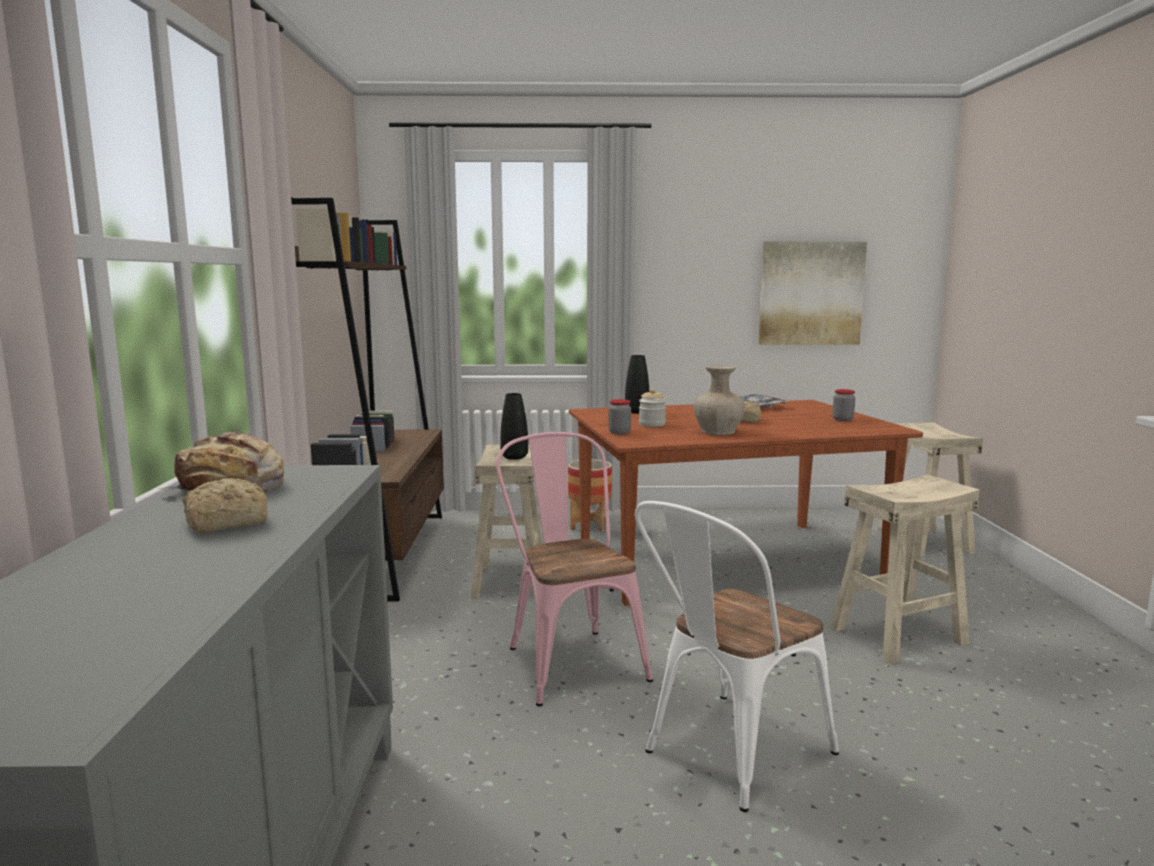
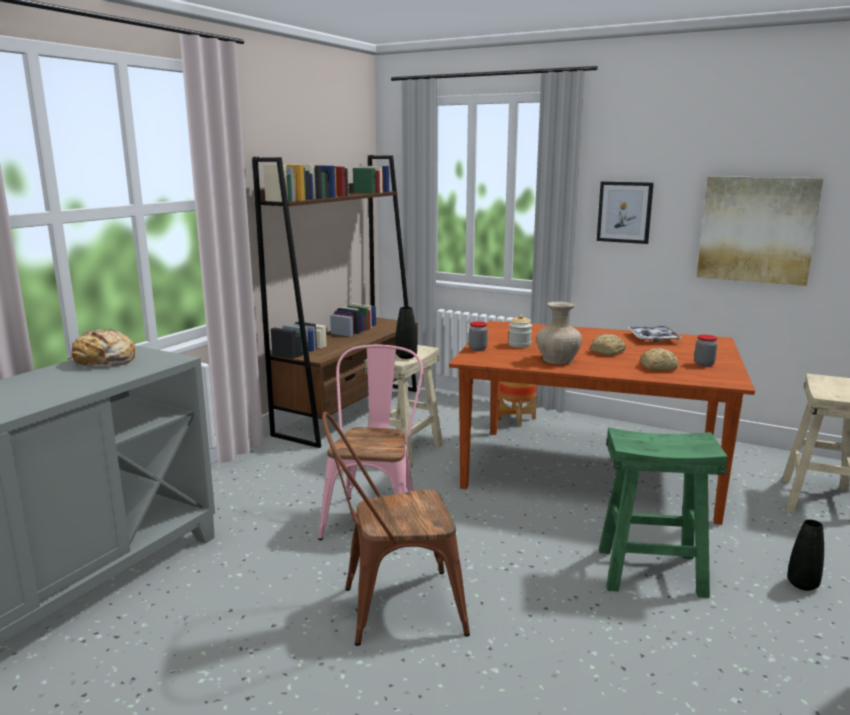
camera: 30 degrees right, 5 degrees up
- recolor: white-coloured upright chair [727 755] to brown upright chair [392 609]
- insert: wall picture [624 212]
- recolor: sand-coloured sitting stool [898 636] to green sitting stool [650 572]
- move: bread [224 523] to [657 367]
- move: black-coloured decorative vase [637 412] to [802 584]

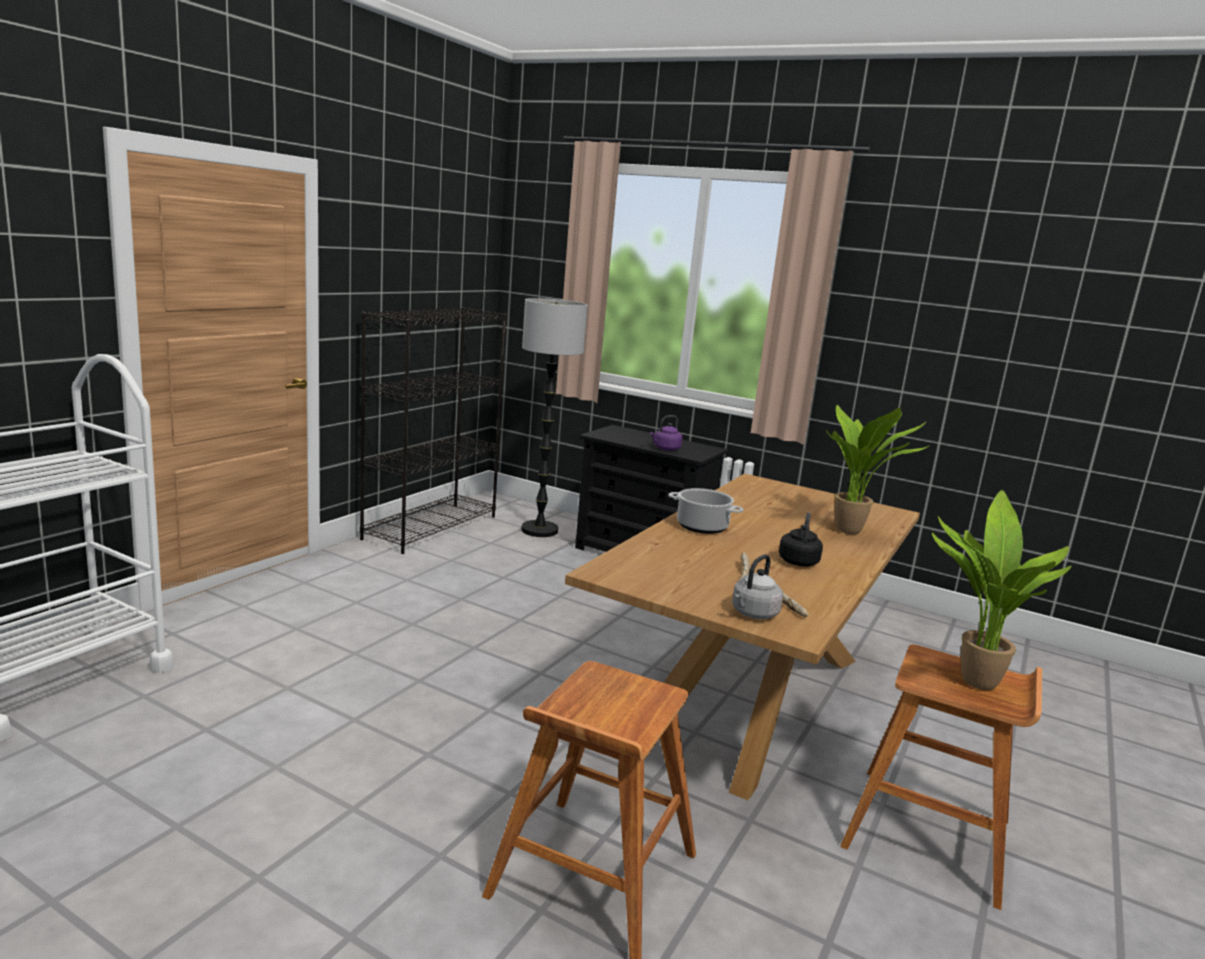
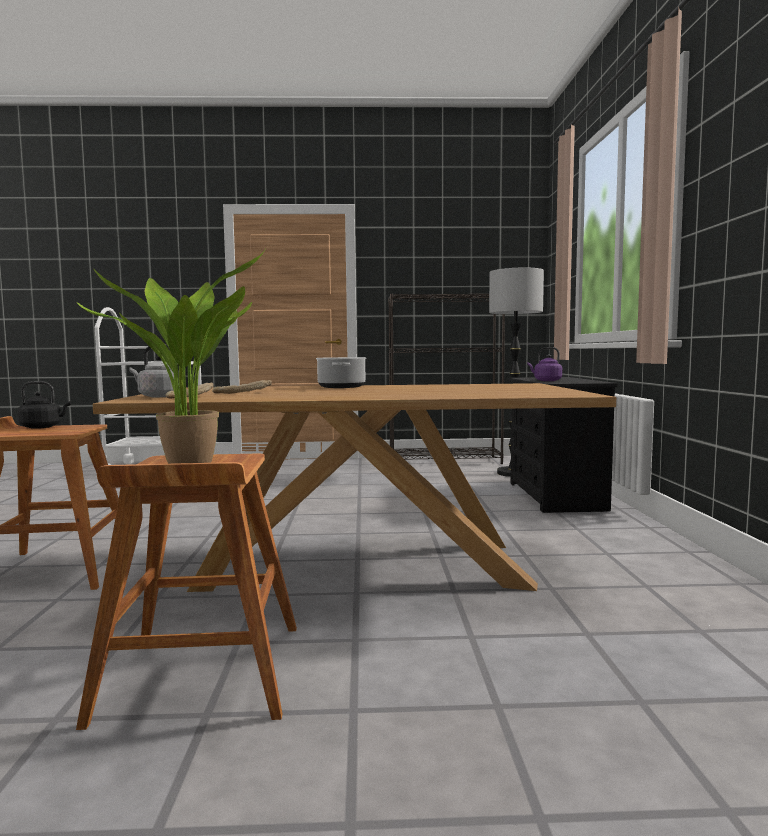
camera: 60 degrees right, 10 degrees down
- move: black-coloured water kettle [798 561] to [43 427]
- delete: potted plant [852 531]

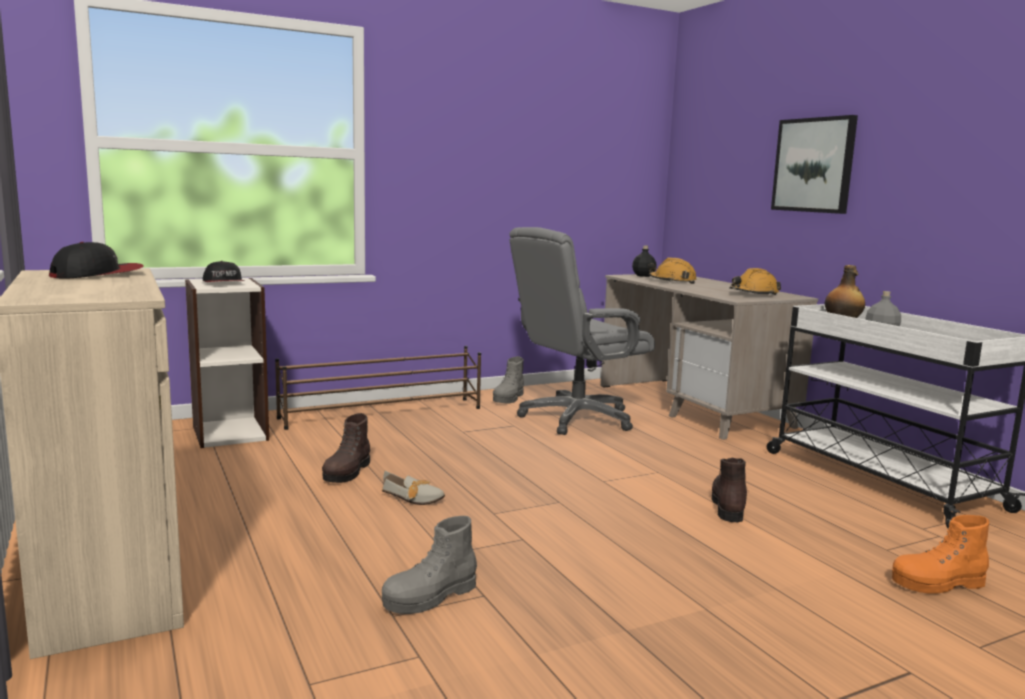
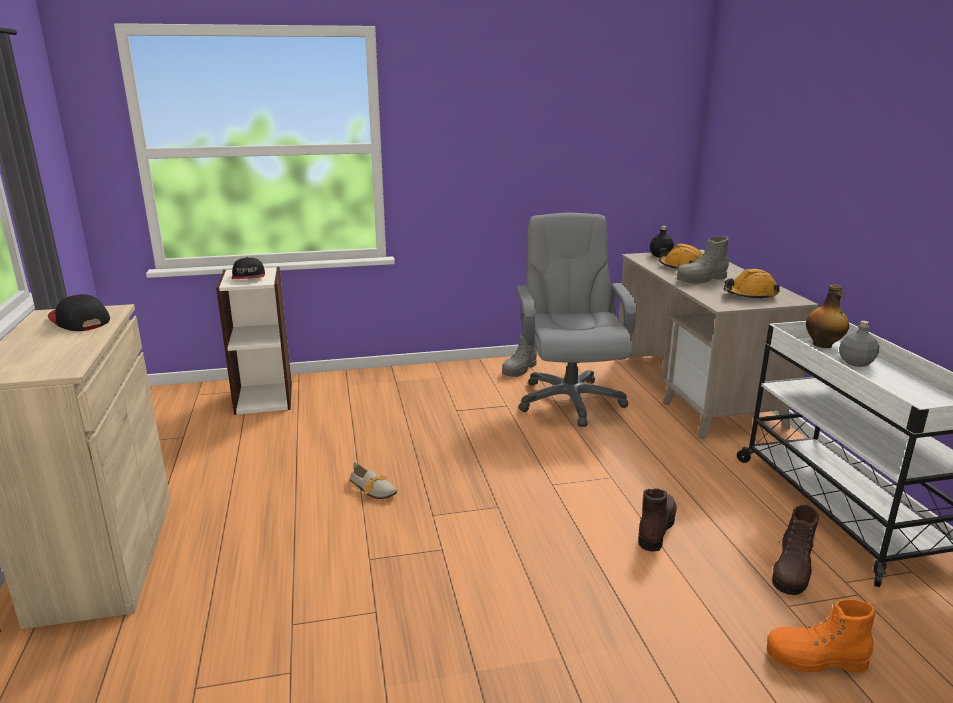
camera: 15 degrees right, 10 degrees up
- rotate: peaked cap [98 274] = [79 321] 105 degrees counterclockwise
- rotate: grey office chair [576 418] = [569 400] 105 degrees clockwise
- move: grey tall boot [430 597] to [701 279]
- move: brown tall boot [347 473] to [791 573]
- delete: brown shoe stand [383 413]
- delete: wall picture [814 165]

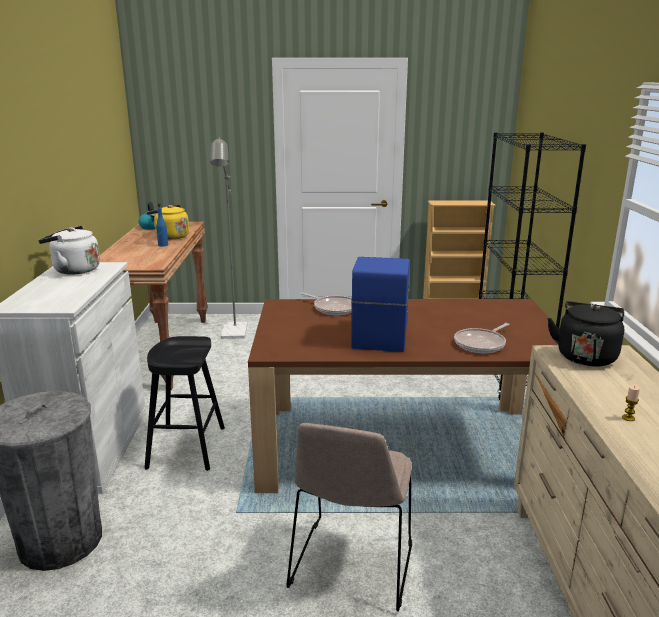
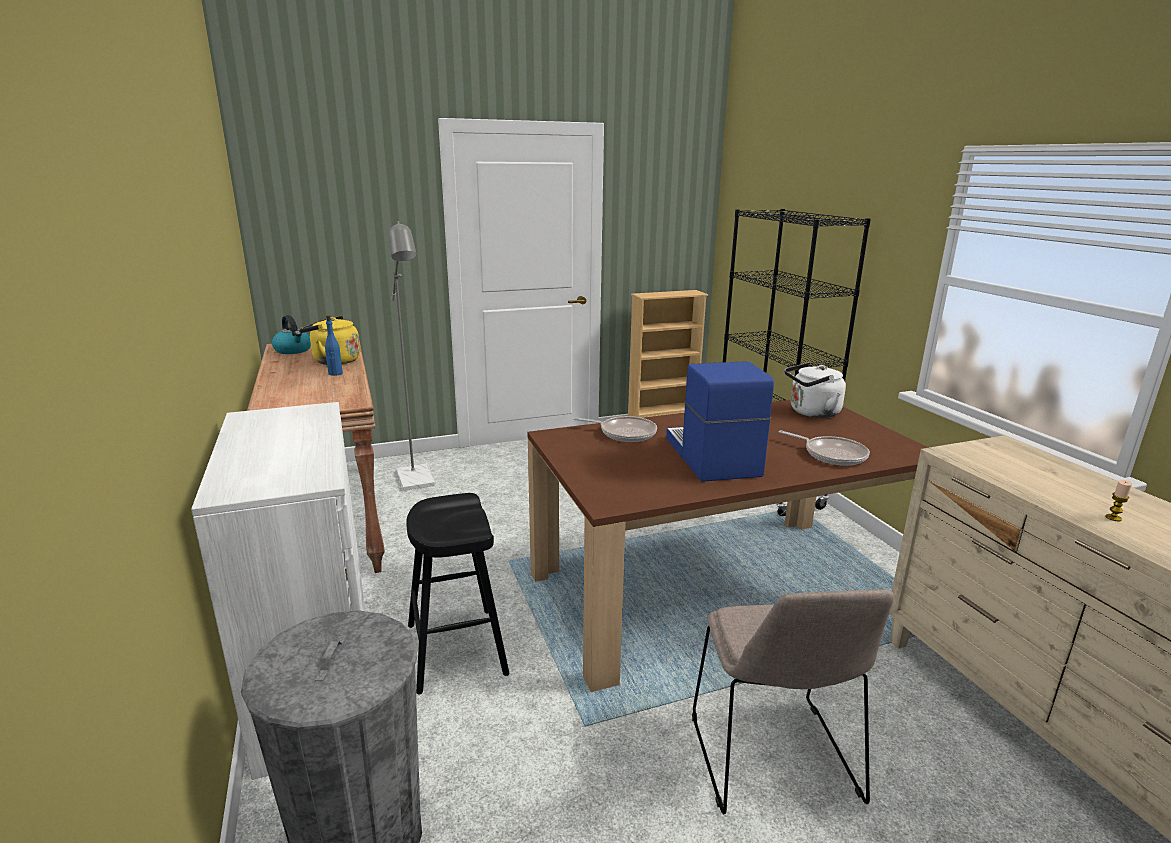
camera: 20 degrees left, 0 degrees up
- rotate: pan [481 344] = [831 454] 75 degrees counterclockwise
- move: white-coloured water kettle [74 270] to [811 413]
- delete: black-coloured water kettle [585 356]

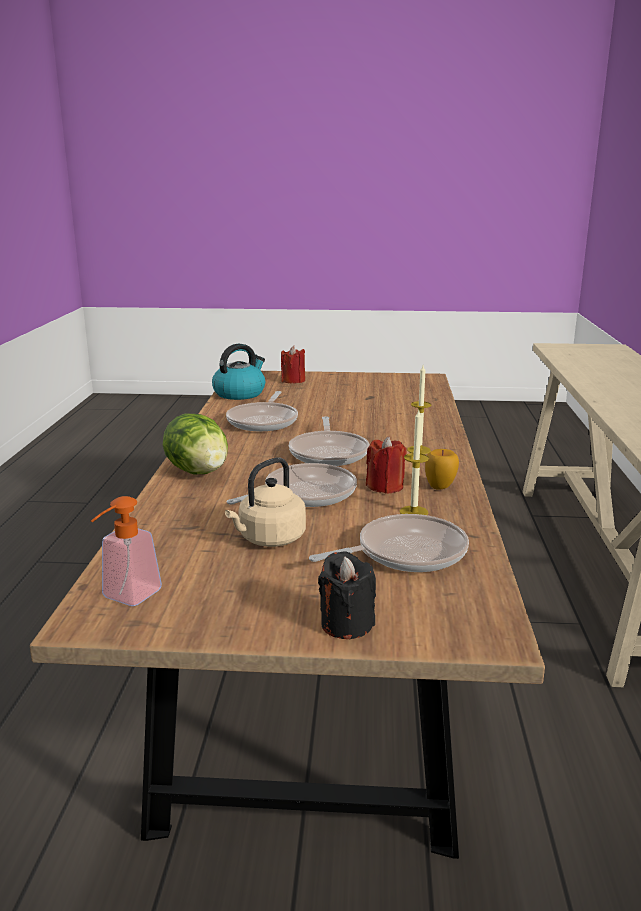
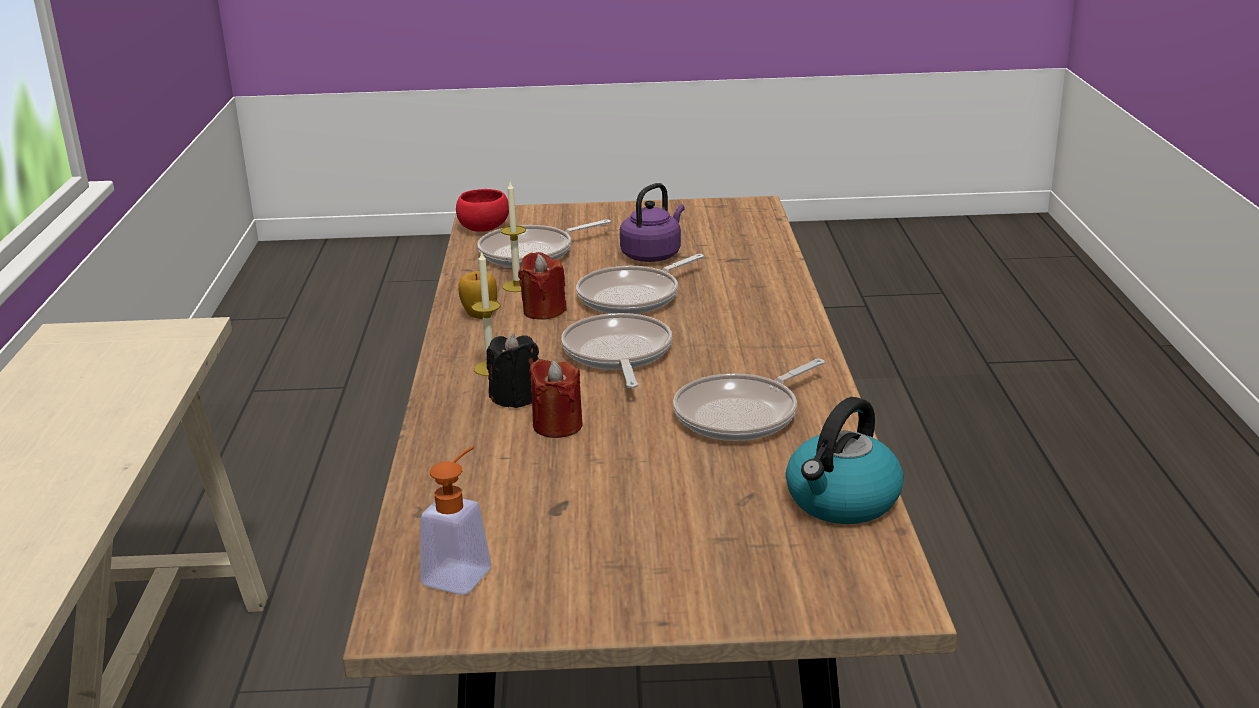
camera: 175 degrees right, 5 degrees up
- move: soap dispenser [125 598] to [463 571]
- insert: red-coloured bowl [485 228]
- move: black-coloured candle [346 624] to [515 397]
- move: red-coloured candle [293 381] to [557 426]
- recolor: sand-coloured water kettle [269 539] to purple-coloured water kettle [653 255]
- rotate: pan [264 421] = [742 414] 135 degrees counterclockwise
- delete: lettuce [198 472]

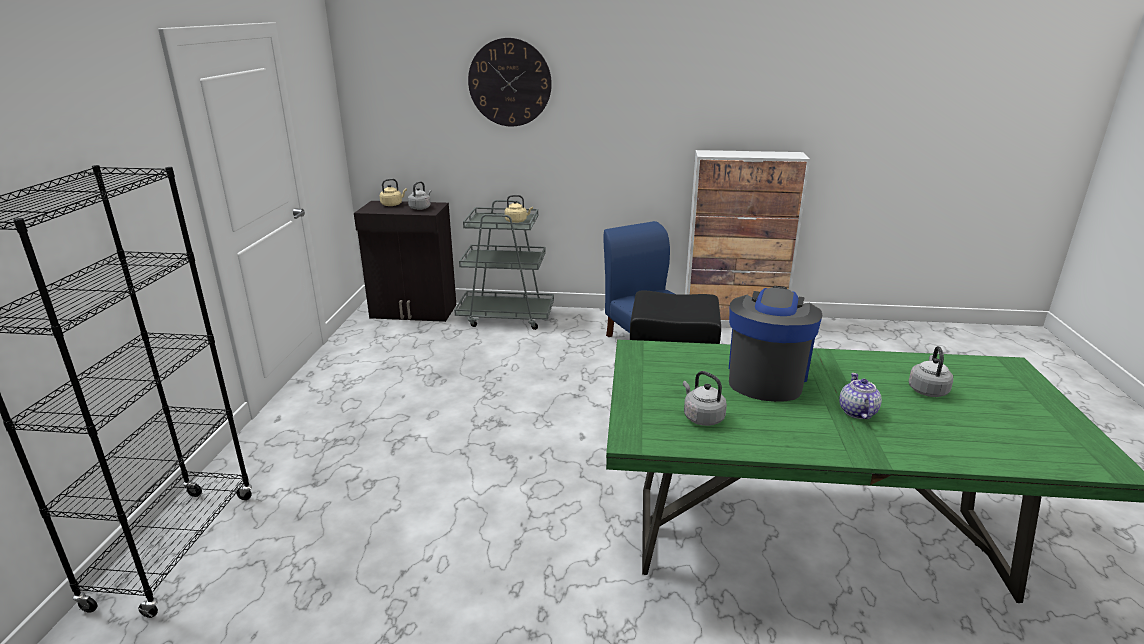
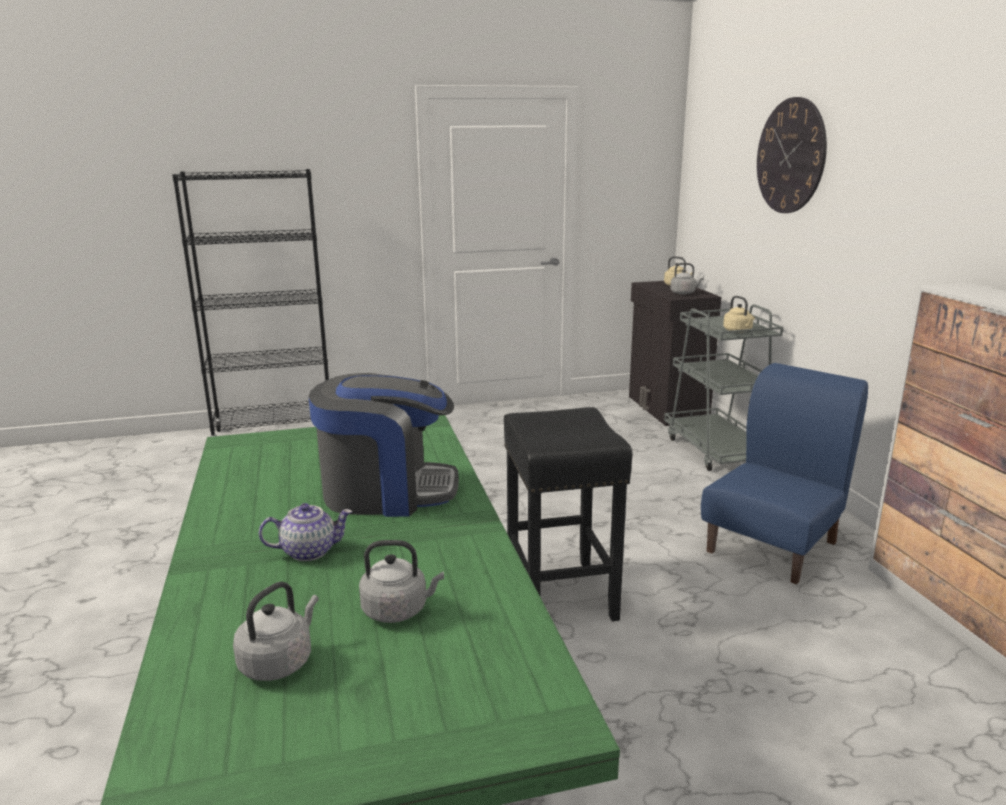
camera: 70 degrees right, 5 degrees down
- move: grey water kettle [701 417] to [279 662]

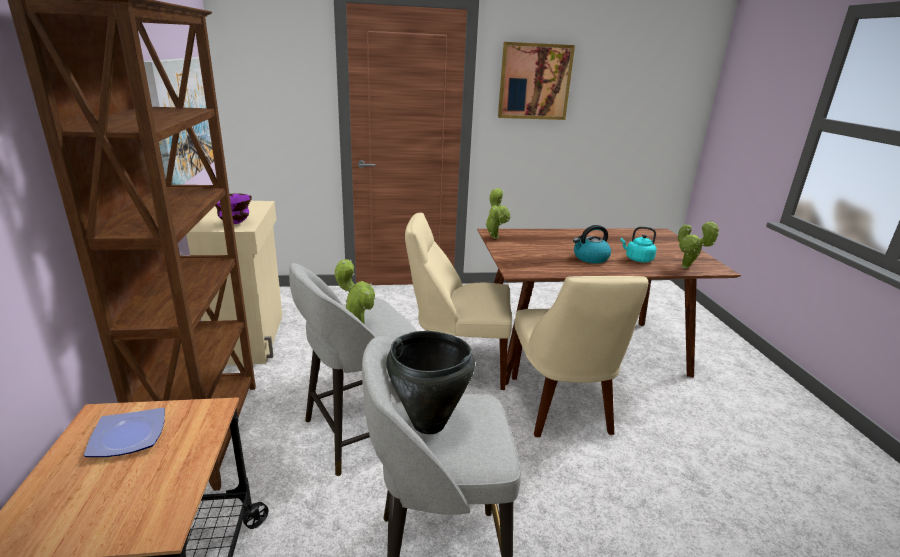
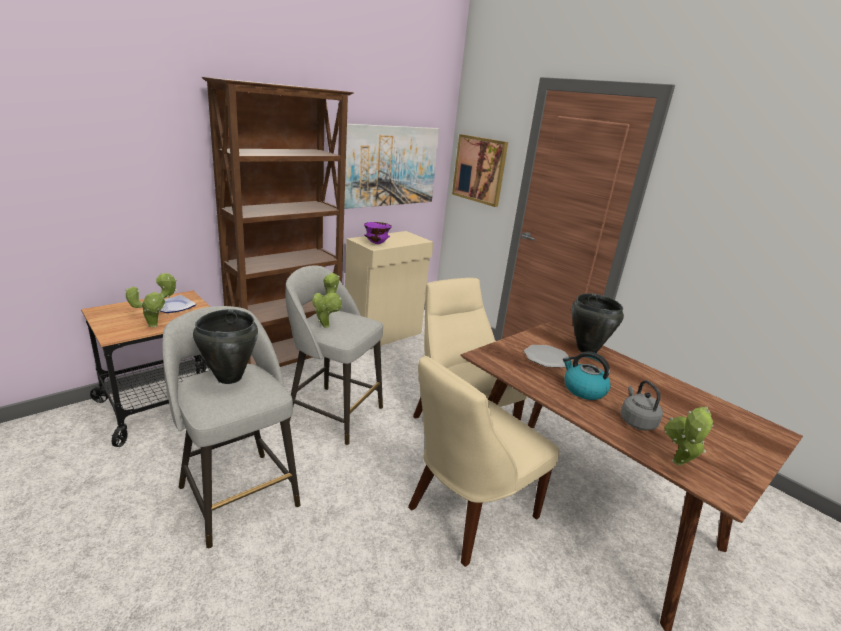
camera: 55 degrees right, 0 degrees up
- move: potted plant [494 237] to [156 325]
- move: wall picture [534 81] to [479 169]
- insert: flat dish [547 357]
- insert: black-coloured saucepot [586 349]
- recolor: turquoise water kettle [637 259] to grey water kettle [636 421]

